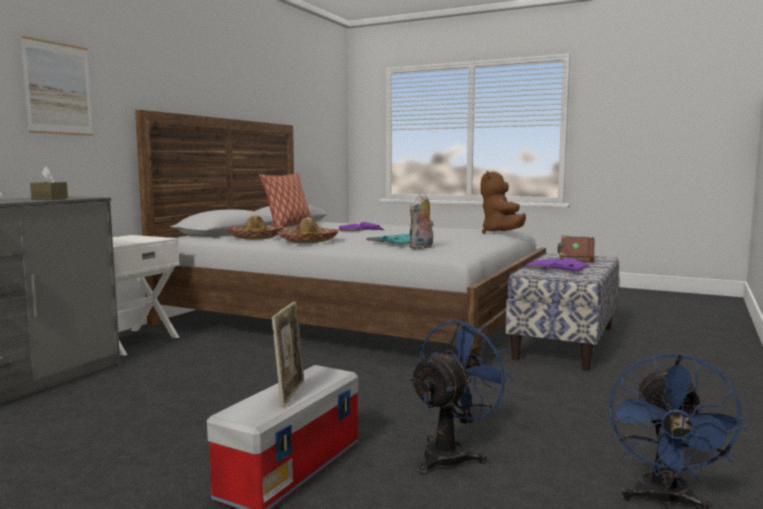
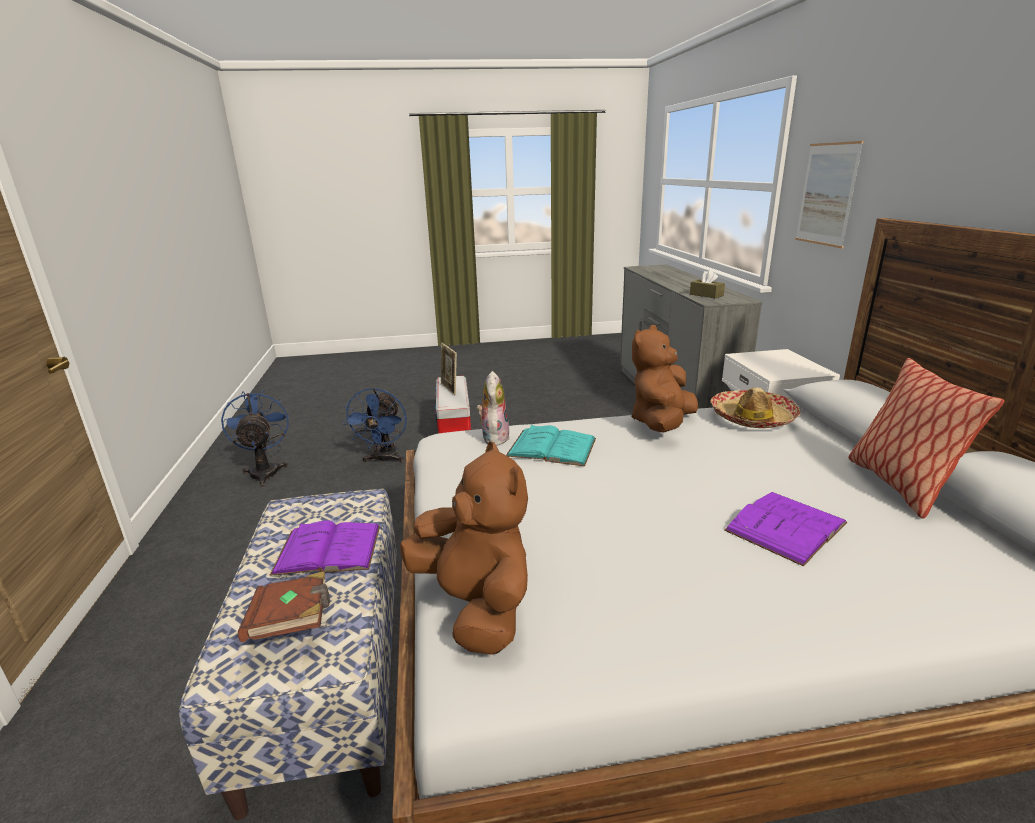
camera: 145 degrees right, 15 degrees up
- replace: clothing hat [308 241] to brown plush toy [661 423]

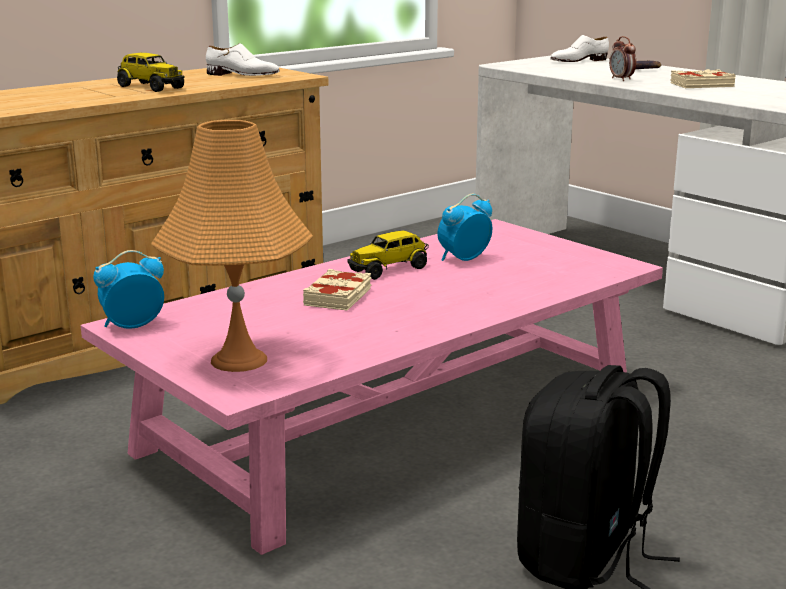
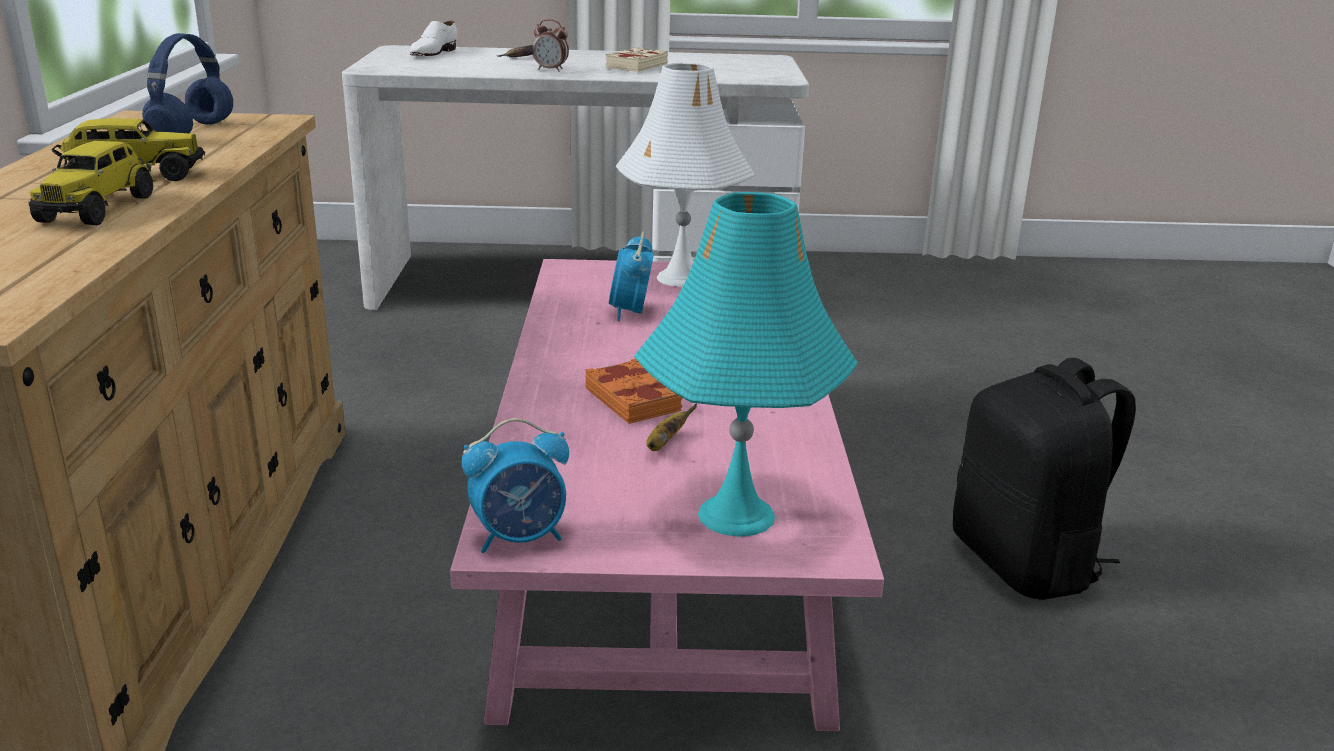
camera: 50 degrees left, 5 degrees up
- move: toy lorry [389 269] to [97 209]
- replace: white-coloured item of footwear [242 75] to bluish headphones [192 132]
- rotate: table clock [132 326] = [520 538] 120 degrees counterclockwise
- recolor: sand-coloured volume [339 297] to orange volume [634 399]
- insert: white-coloured tabletop lamp [680 278]
- recolor: orange tabletop lamp [239 360] to turquoise tabletop lamp [736 515]
- insert: banana [665 443]

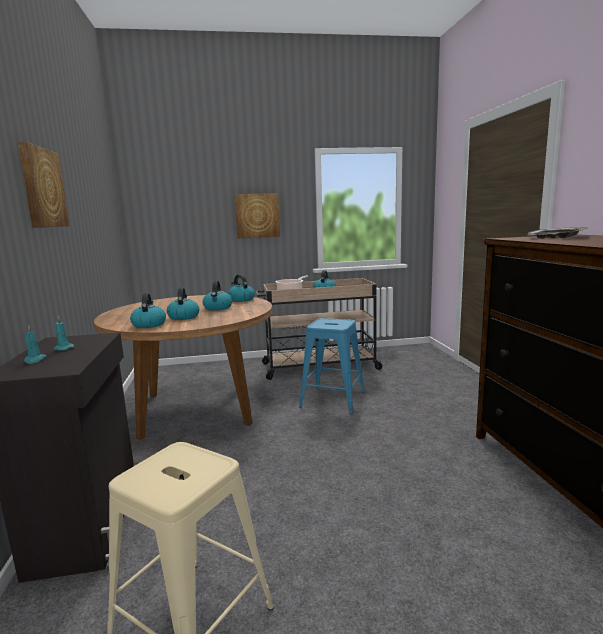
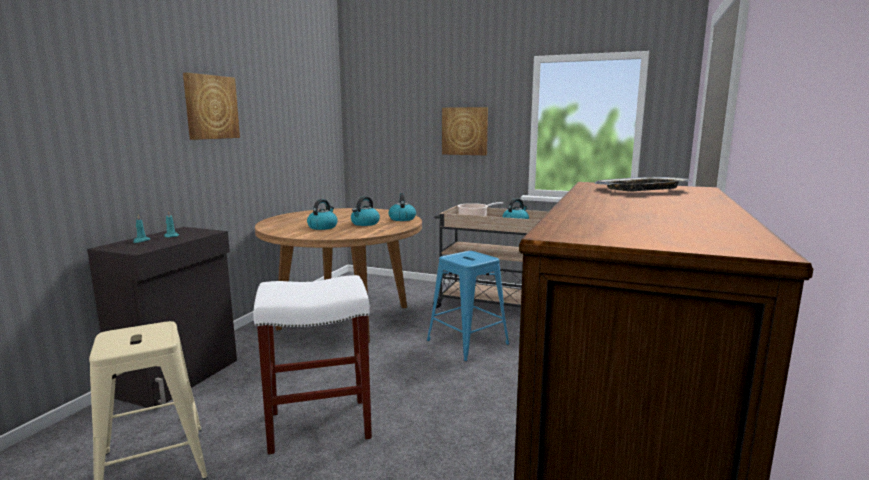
camera: 30 degrees right, 0 degrees up
- insert: white-coloured sitting stool [321 424]
- delete: water kettle [149 324]

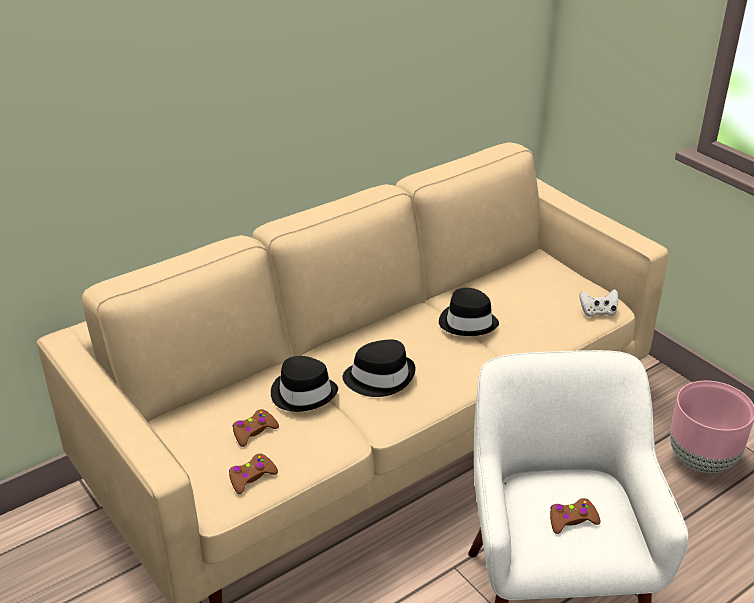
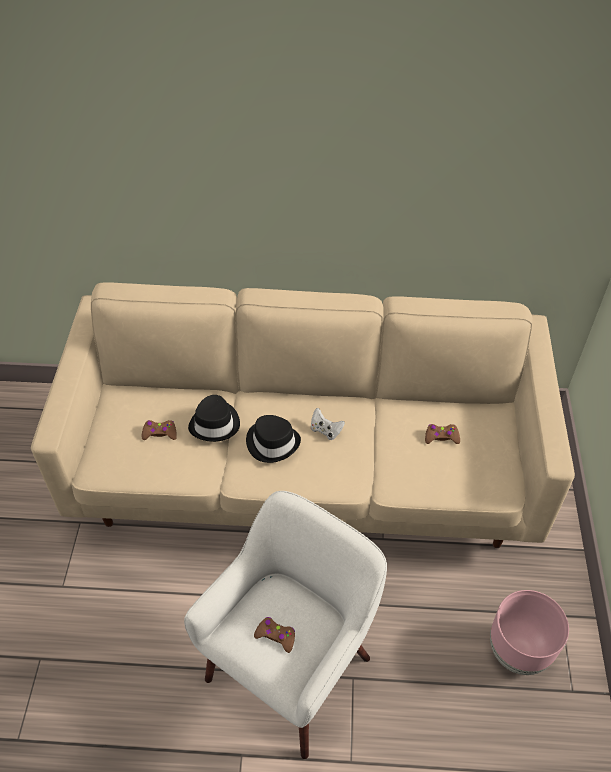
camera: 40 degrees right, 15 degrees up
- move: white-coloured game controller [598 312] to [325 430]
- move: brown game controller [251 477] to [441 437]
- delete: black-coloured clothing hat [468 322]

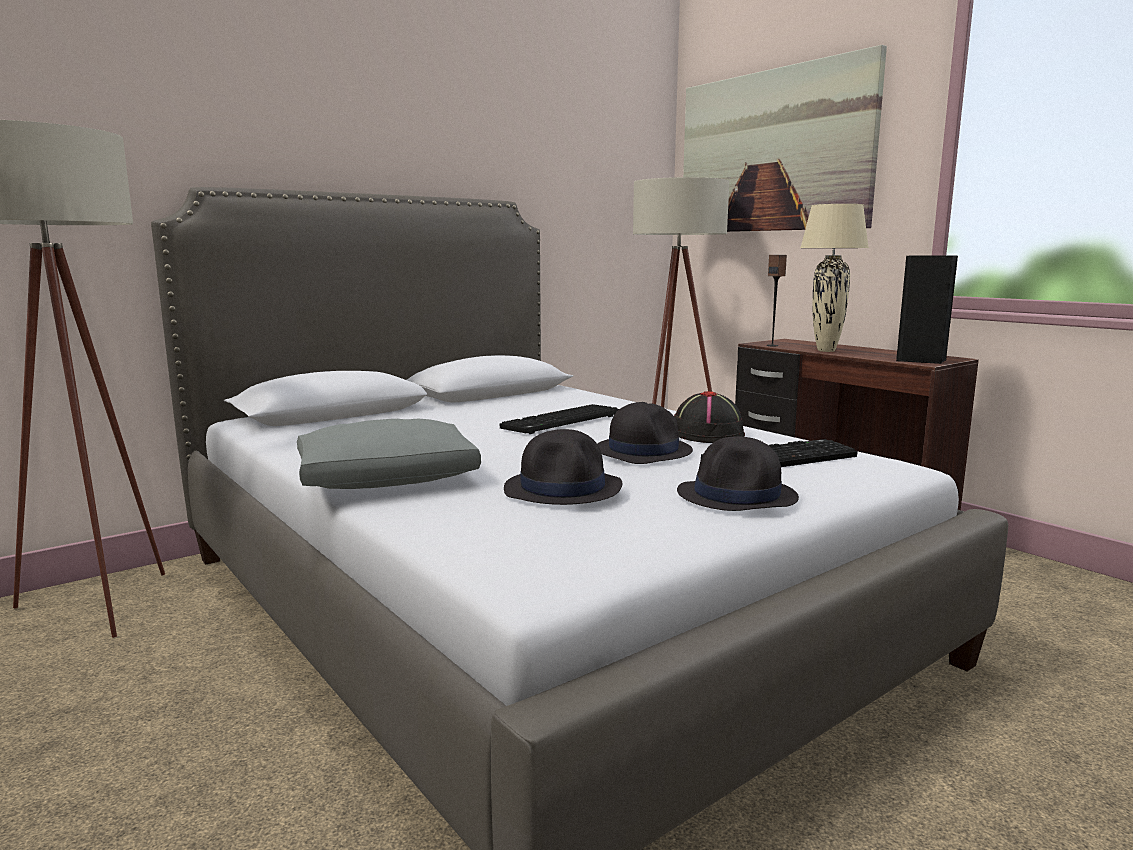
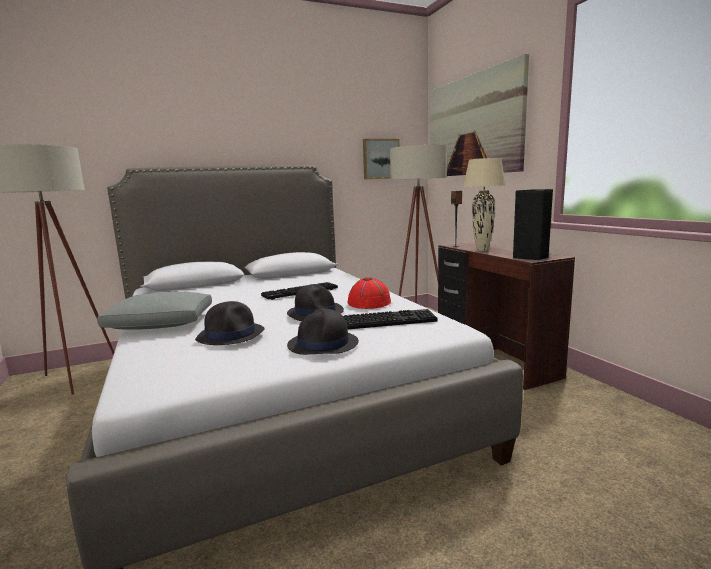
camera: 15 degrees right, 0 degrees up
- recolor: black-coloured clothing hat [707 434] to red-coloured clothing hat [369 302]
- insert: wall picture [380 159]

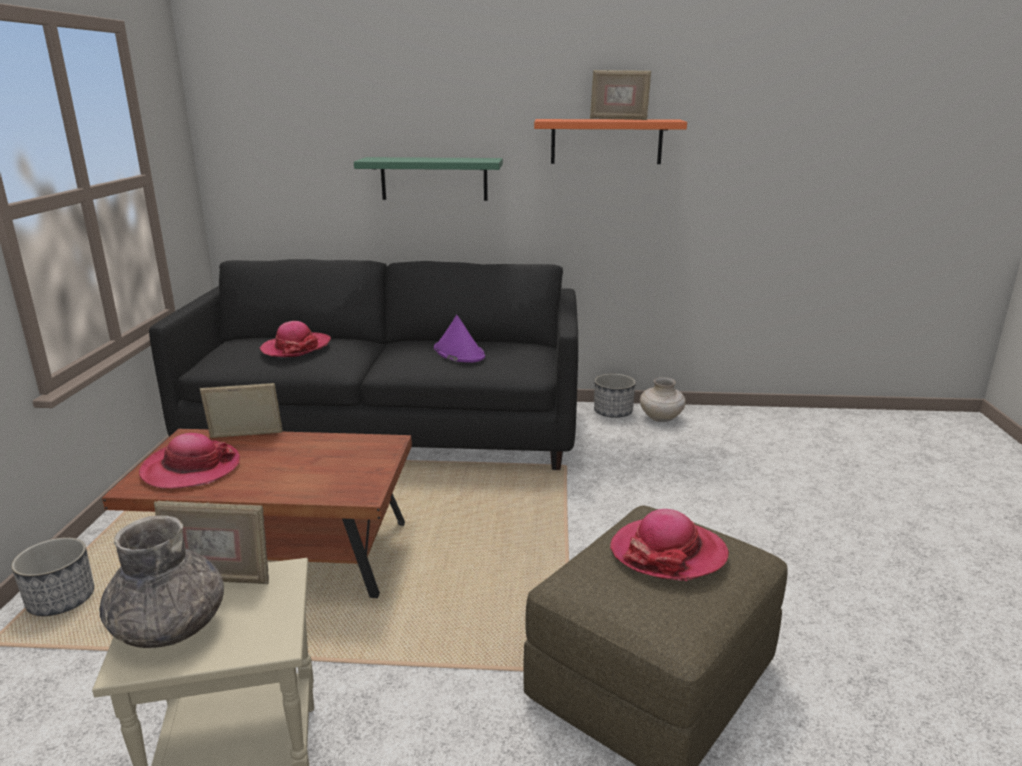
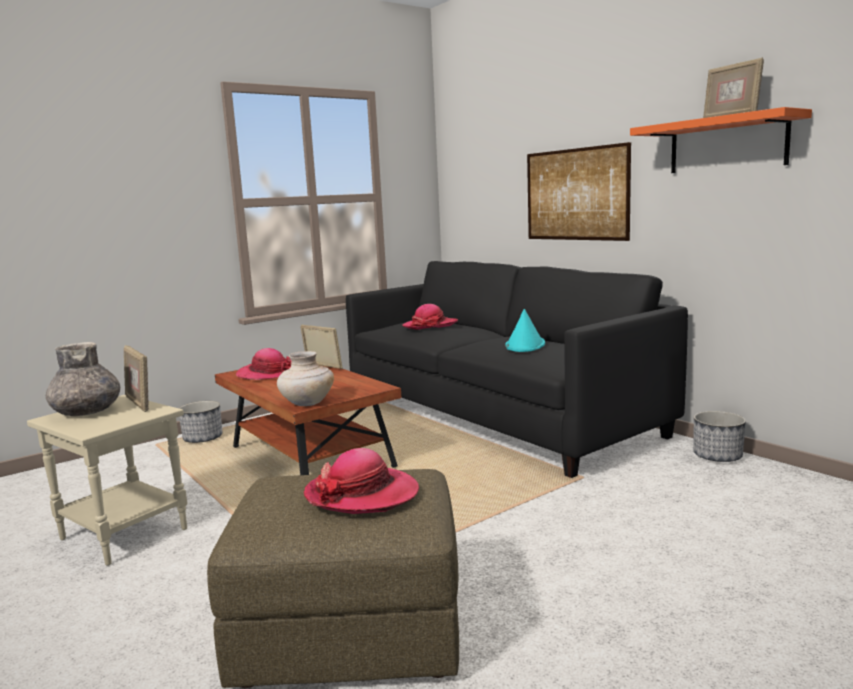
camera: 50 degrees right, 10 degrees down
- move: sand-coloured decorative vase [661 418] to [307 403]
- recolor: purple-coloured clothing hat [458 353] to turquoise clothing hat [525 345]
- replace: green shelf [434 179] to wall picture [576 194]

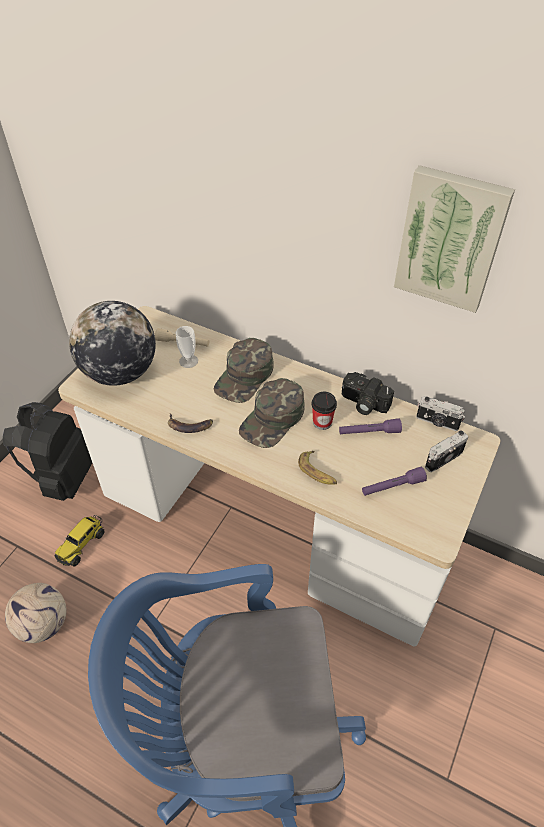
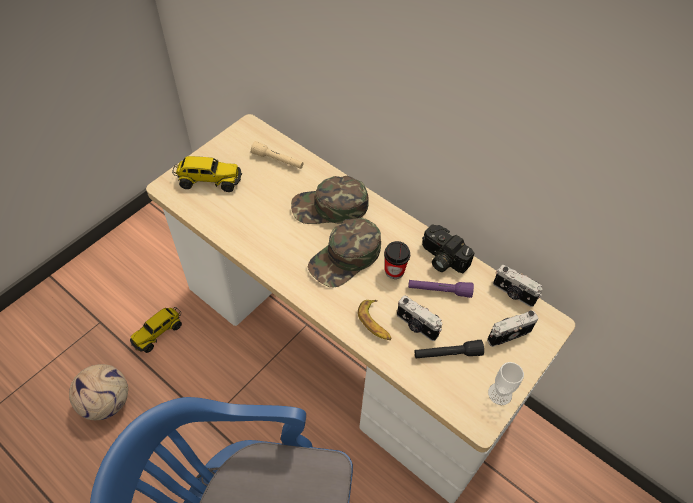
camera: 10 degrees right, 5 degrees up
- replace: desk globe [120 373] to toy lorry [209 181]
- rotate: green peaked cap [245 377] = [329 207] 45 degrees clockwise
- insert: photo camera [416 326]
- recolor: purple-coloured torch [392 487] to black-coloured torch [447 354]
- move: small cup [188 361] to [500 394]
- delete: black-coloured backpack [63 478]
- delete: banana [189 425]
- delete: wall picture [450 239]

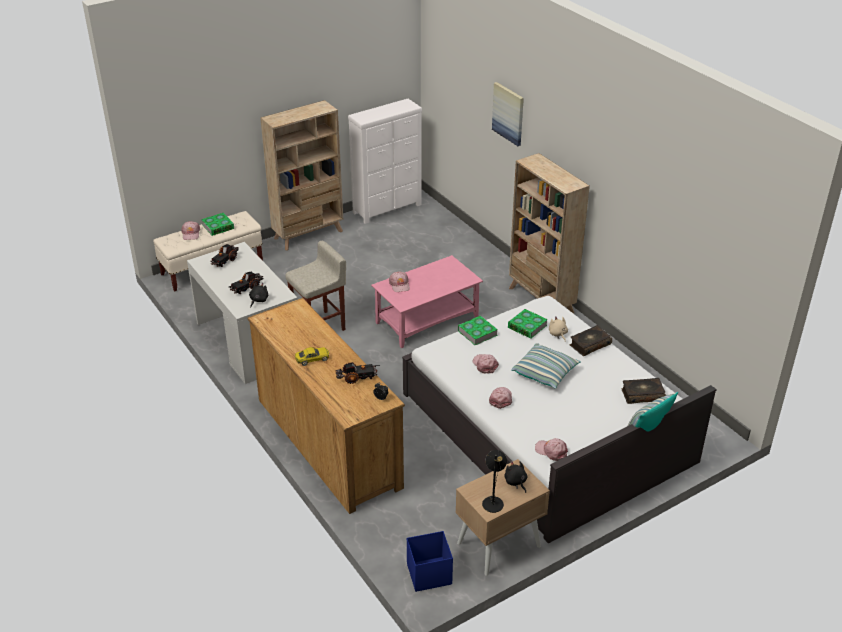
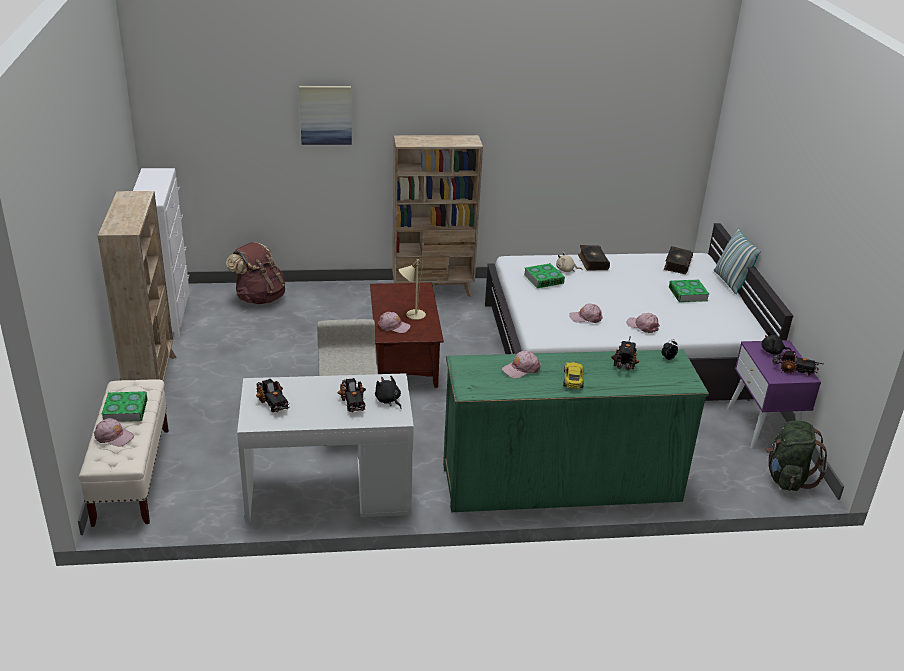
camera: 65 degrees left, 5 degrees down
- insert: brown backpack [259 298]
- recolor: pink coffee table [427 319] to brown coffee table [403 357]
- insert: sand-coloured tabletop lamp [411 314]
- recolor: brown drawer chest [328 442] to green drawer chest [560 482]
- move: pink peaked cap [551 451] to [521 369]
- move: volume [477 333] to [688 294]
- recolor: sand-coloured night table [498 545] to purple-coloured night table [763 427]
- replace: bluish storage box [428 574] to green backpack [787 478]
- replace: black-coloured tabletop lamp [493 501] to toy lorry [794 370]
- delete: cushion [545 373]

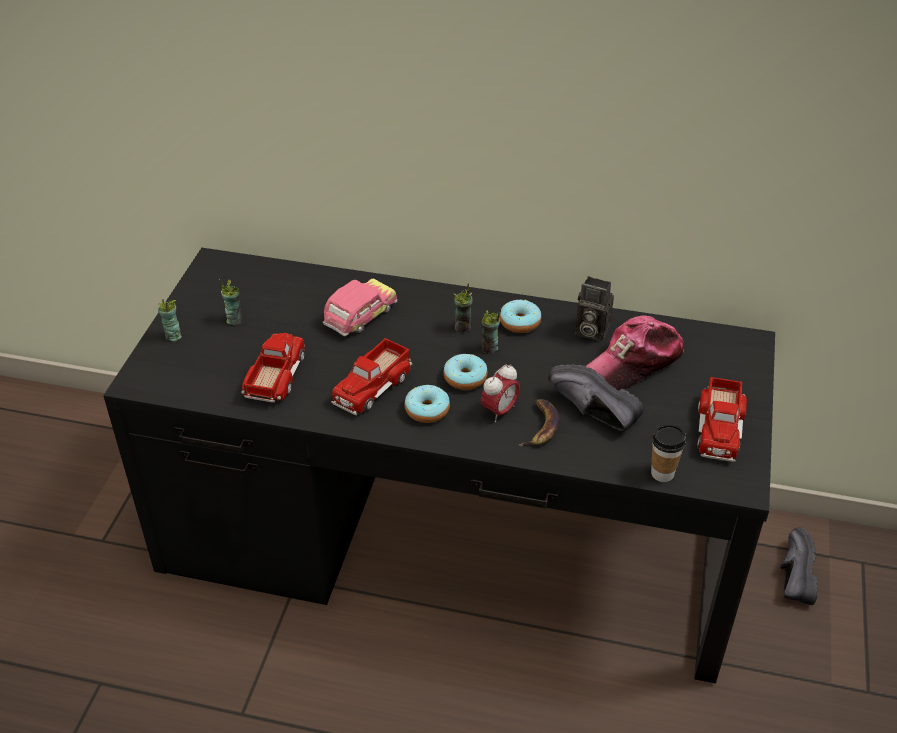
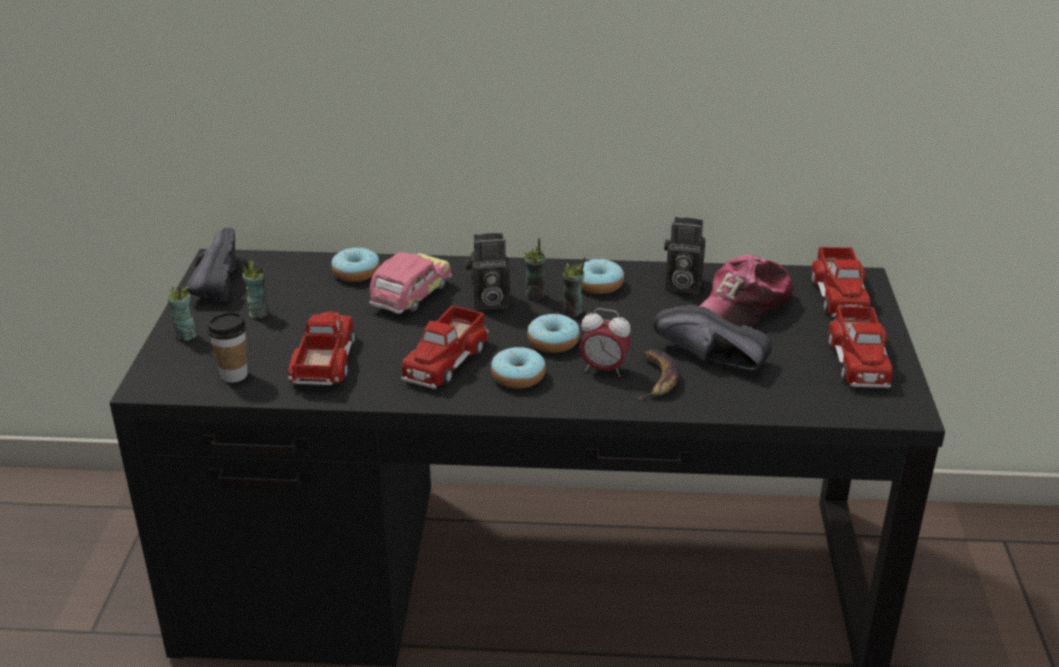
camera: 10 degrees left, 10 degrees down
- move: black-coloured item of footwear [791 575] to [214 281]
- move: small cup [662 473] to [234 375]
- insert: donut [356 273]
- insert: photo camera [488 302]
- rotate: table clock [499 411] = [604 369] 75 degrees clockwise
- insert: toy lorry [840 295]

